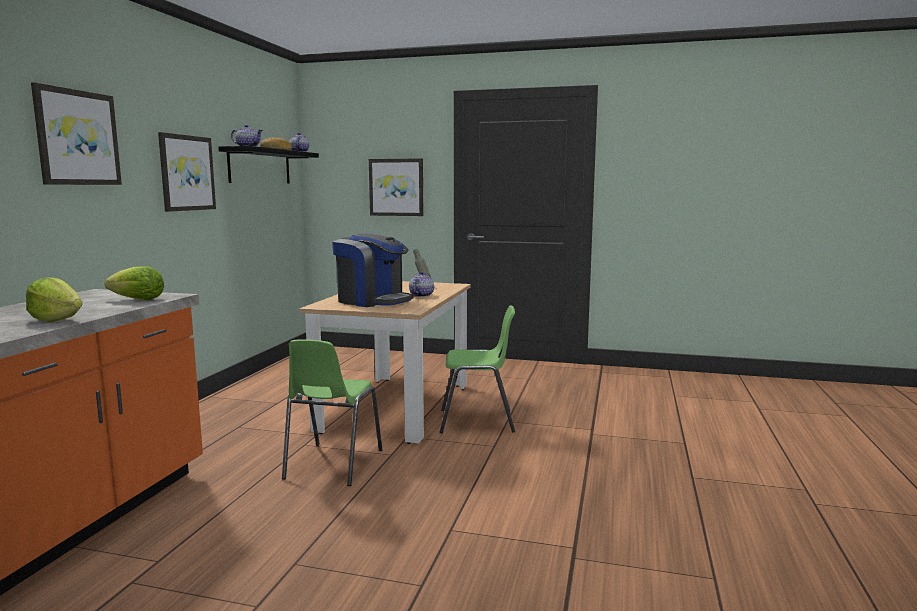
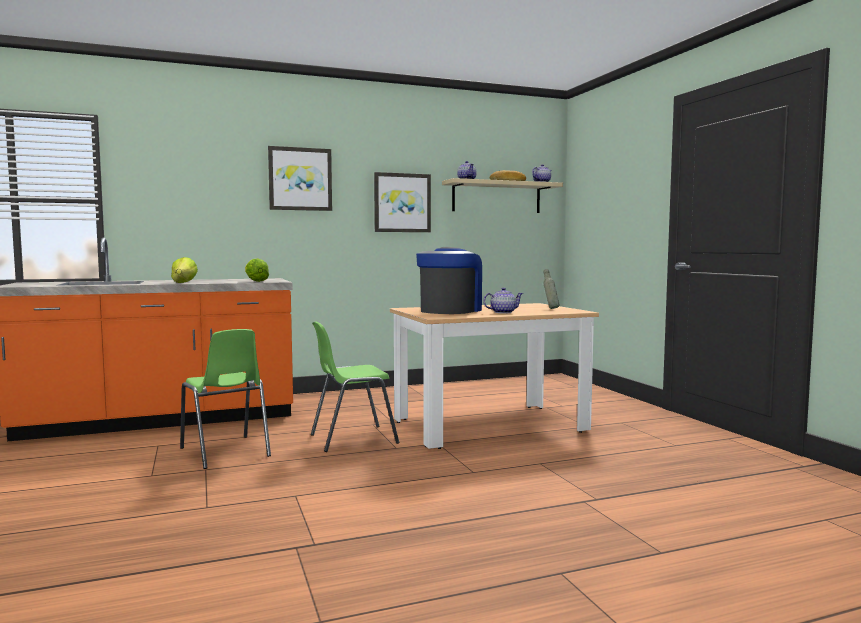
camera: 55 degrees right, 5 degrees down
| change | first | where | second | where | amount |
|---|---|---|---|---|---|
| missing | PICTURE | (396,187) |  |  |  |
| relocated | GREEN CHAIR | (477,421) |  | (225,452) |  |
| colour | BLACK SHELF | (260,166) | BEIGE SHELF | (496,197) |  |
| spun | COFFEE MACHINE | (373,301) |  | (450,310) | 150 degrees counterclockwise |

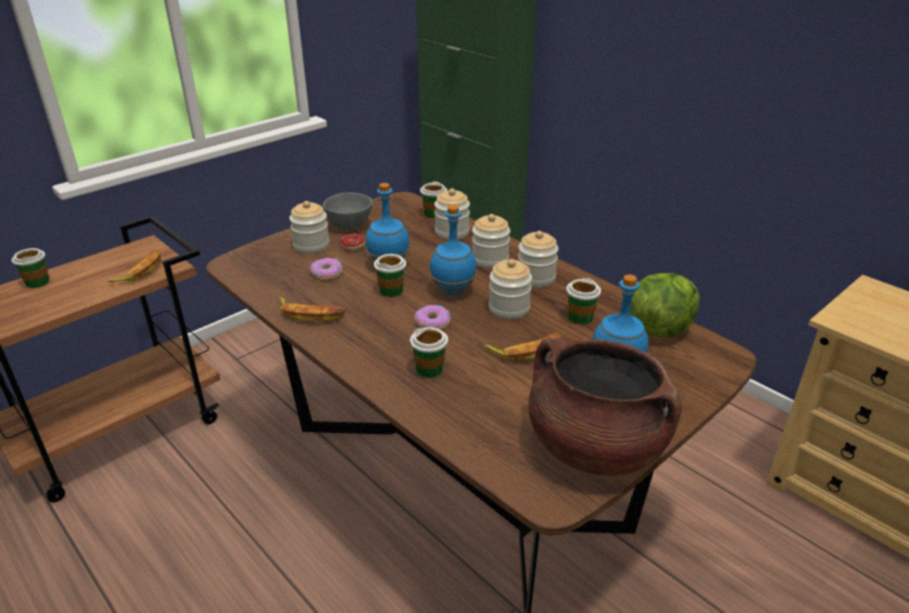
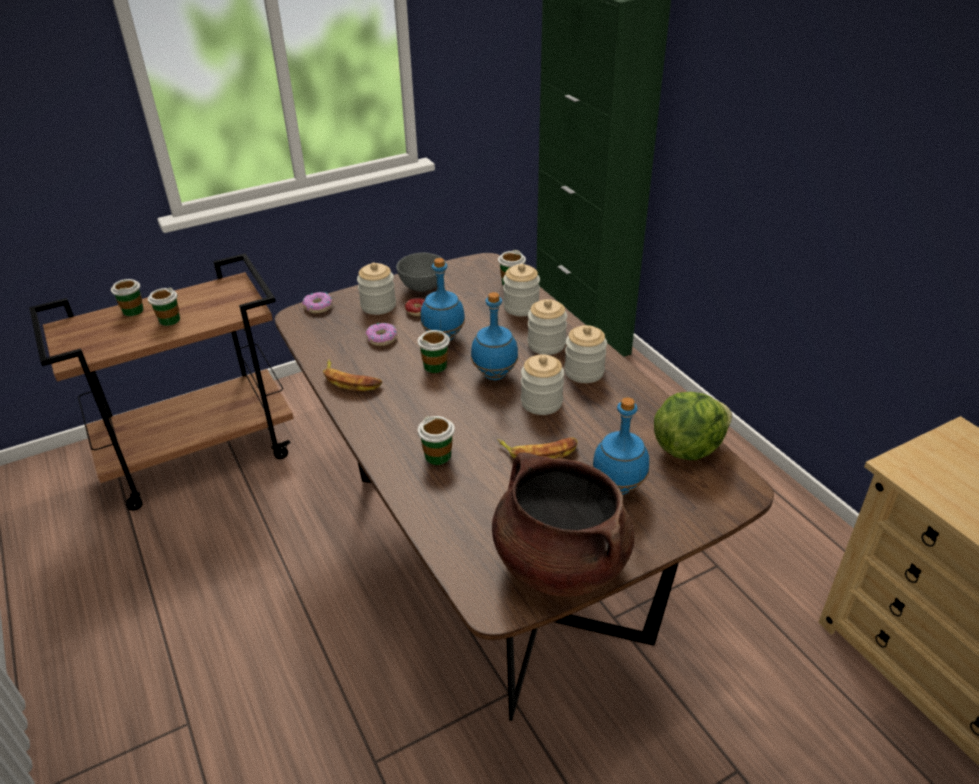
camera: 15 degrees right, 5 degrees up
| change | first | where | second | where | amount |
|---|---|---|---|---|---|
| missing | BANANA | (140,271) |  |  |  |
| relocated | DONUT | (432,322) |  | (318,307) |  |
| relocated | CUP | (580,317) |  | (169,320) |  |

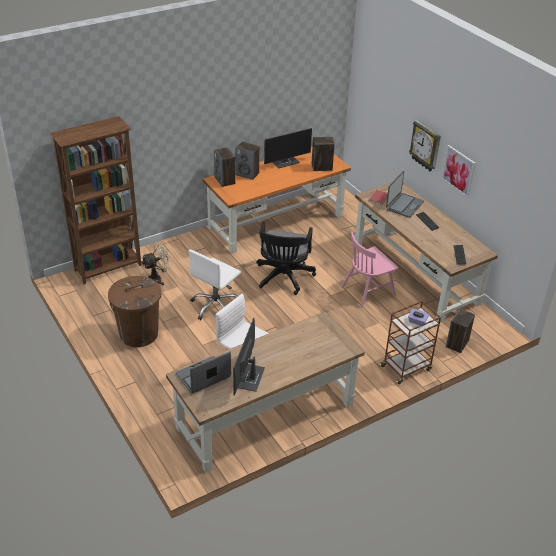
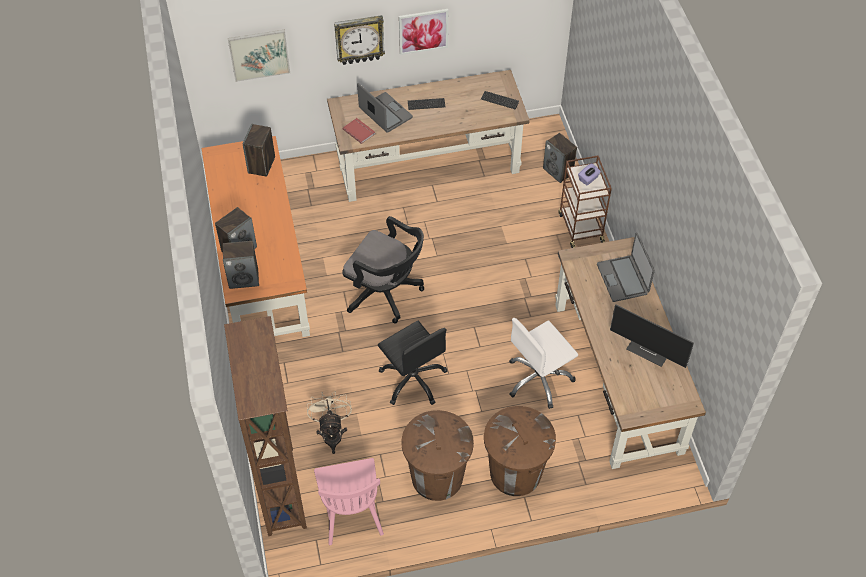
camera: 70 degrees left, 15 degrees up
| change | first | where | second | where | amount |
|---|---|---|---|---|---|
| missing | MONITOR | (285,162) |  |  |  |
| appeared |  |  | PICTURE | (259,54) |  |
| appeared |  |  | BROWN TRASH CAN | (515,473) |  |
| relocated | LAPTOP | (203,376) |  | (623,279) |  |
| relocated | PINK CHAIR | (368,290) |  | (351,512) |  |
| colour | WHITE OFFICE CHAIR | (216,306) | BLACK OFFICE CHAIR | (413,379) |  |

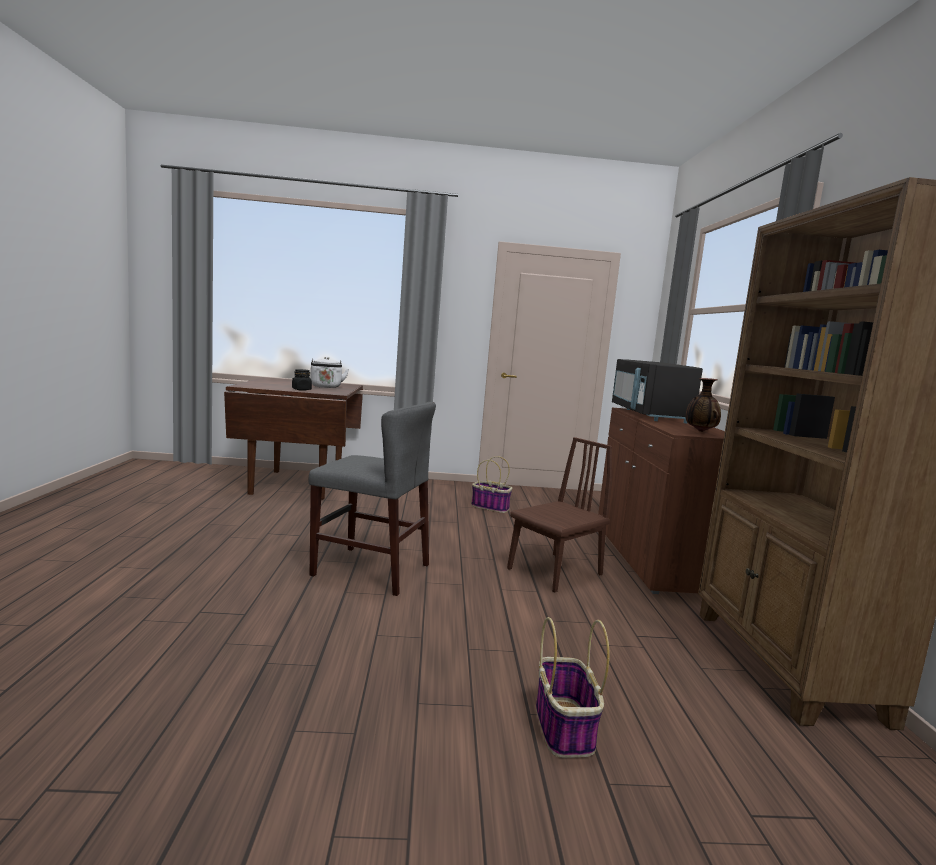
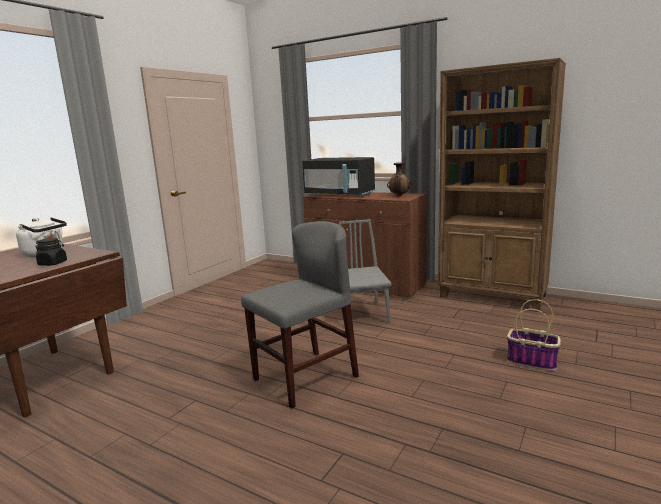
camera: 55 degrees left, 5 degrees up
| change | first | where | second | where | amount |
|---|---|---|---|---|---|
| missing | BASKET | (491,507) |  |  |  |
| colour | BROWN CHAIR | (554,571) | GREY CHAIR | (362,315) |  |

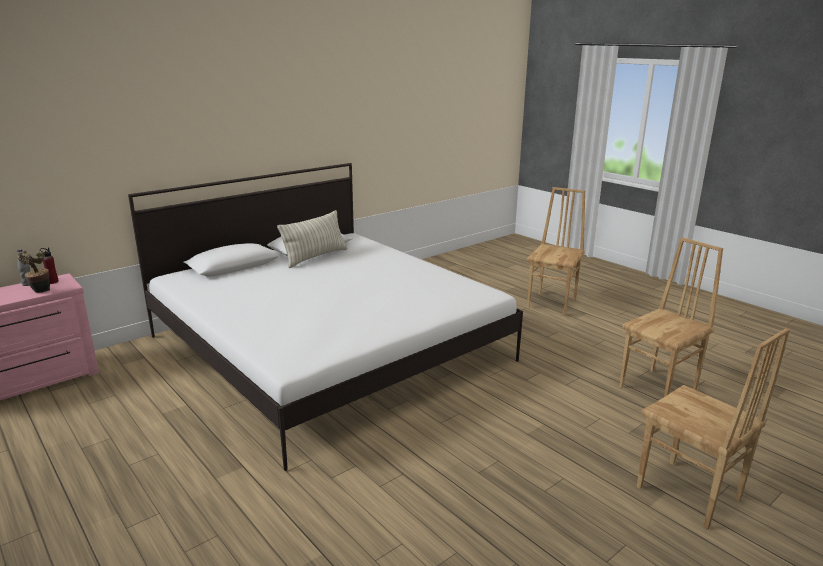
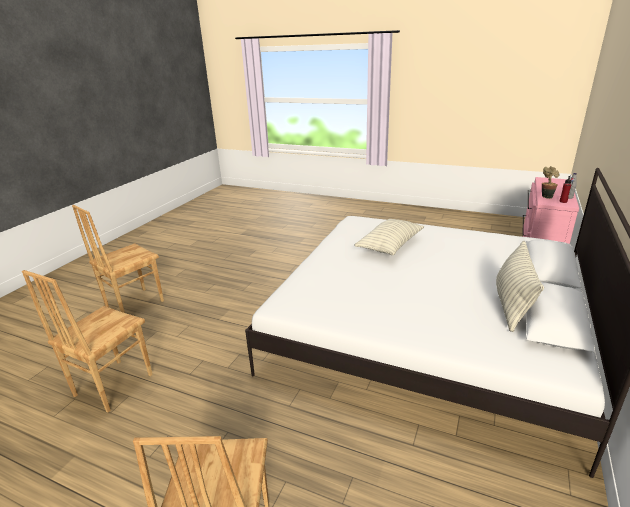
camera: 155 degrees right, 5 degrees up
| change | first | where | second | where | amount |
|---|---|---|---|---|---|
| appeared |  |  | PILLOW | (390,245) |  |
| spun | BROWN CHAIR | (688,494) |  | (134,304) | 75 degrees counterclockwise |

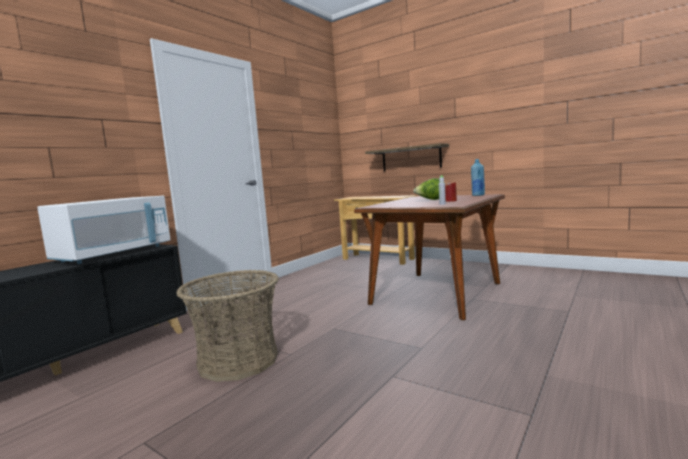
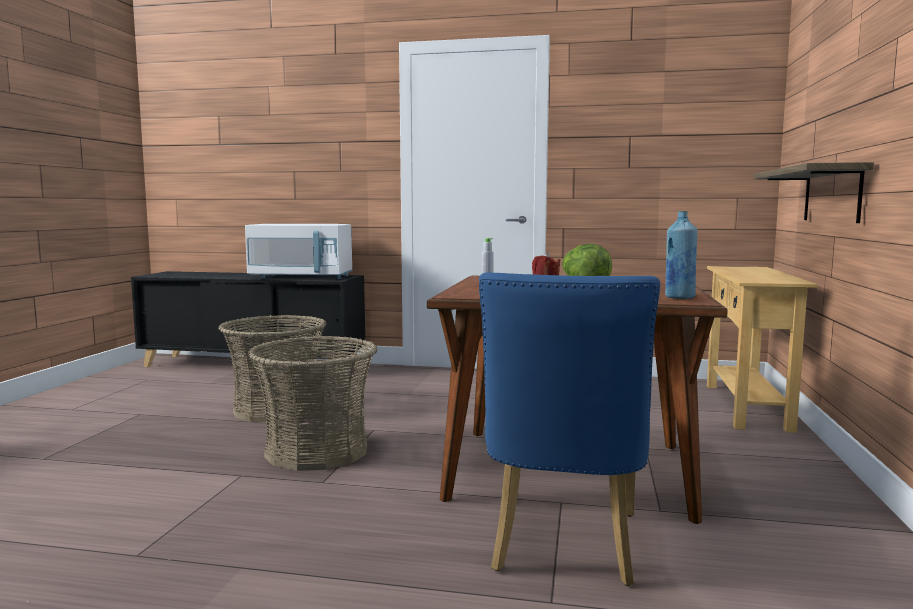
camera: 65 degrees right, 0 degrees up
| change | first | where | second | where | amount |
|---|---|---|---|---|---|
| appeared |  |  | BASKET | (316,451) |  |
| appeared |  |  | BLUE CHAIR | (563,548) |  |

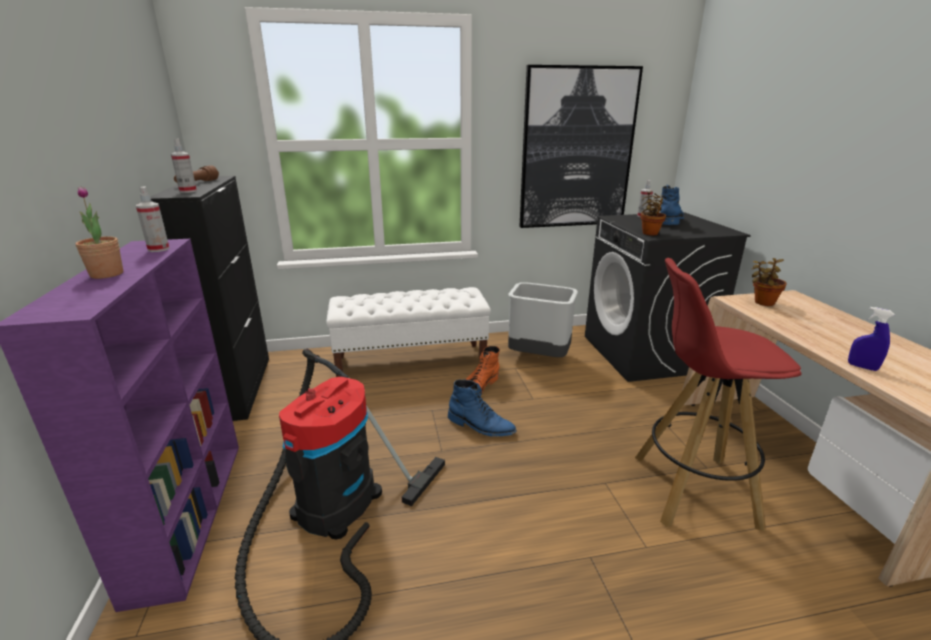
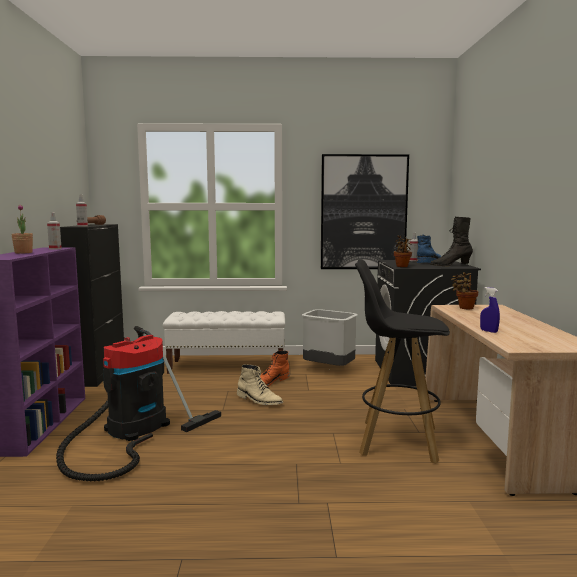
camera: 10 degrees right, 15 degrees down
| change | first | where | second | where | amount |
|---|---|---|---|---|---|
| appeared |  |  | BLACK BOOT | (450,265) |  |
| colour | BLUE BOOT | (481,426) | BEIGE BOOT | (259,400) |  |
| colour | RED STOOL | (691,490) | BLACK STOOL | (396,441) |  |

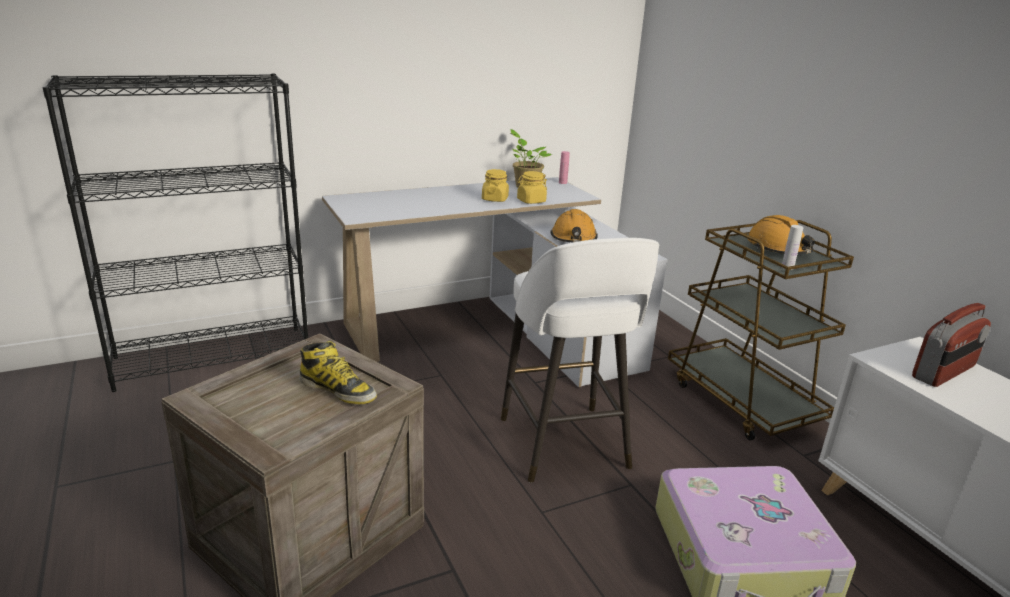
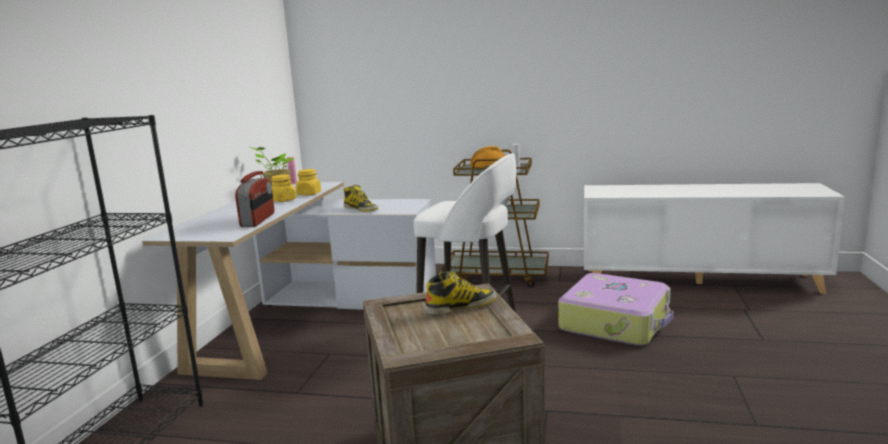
camera: 50 degrees left, 10 degrees down
| change | first | where | second | where | amount |
|---|---|---|---|---|---|
| relocated | RADIO | (944,372) |  | (258,220) |  |
| exchanged | ORANGE HARD HAT | (573,239) | BOOT | (361,209) |  |

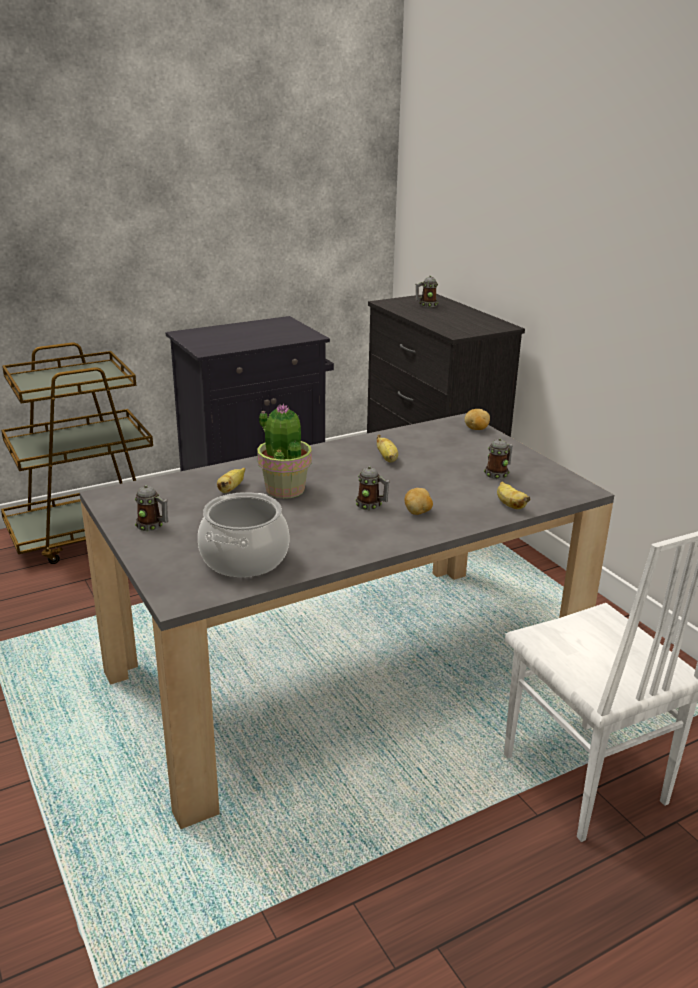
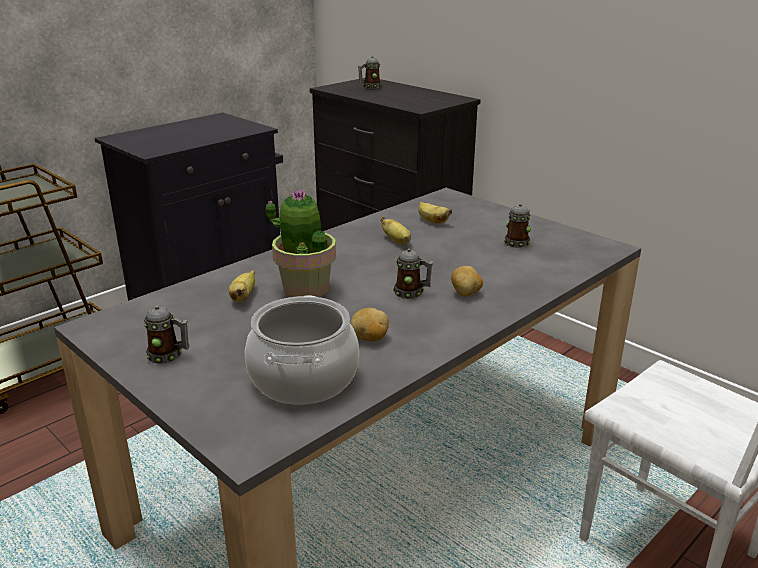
camera: 15 degrees left, 0 degrees up
| change | first | where | second | where | amount |
|---|---|---|---|---|---|
| relocated | POTATO | (476,429) |  | (369,338) |  |
| relocated | BANANA | (509,505) |  | (432,221) |  |

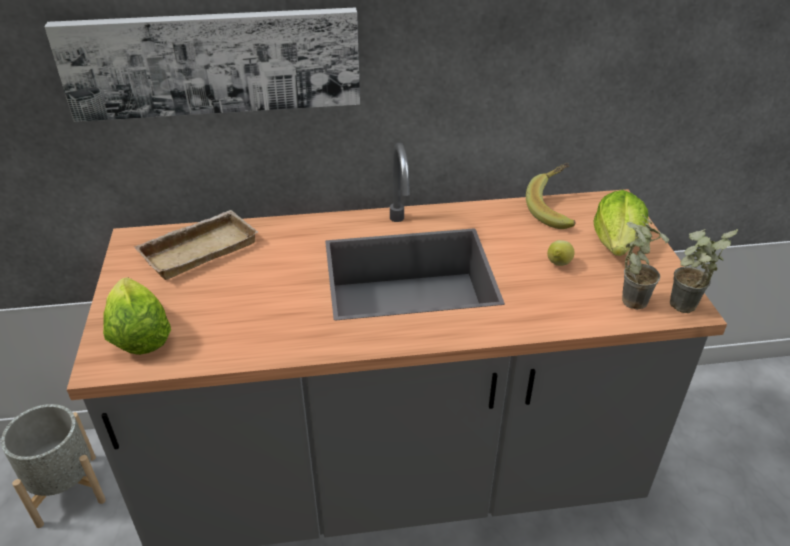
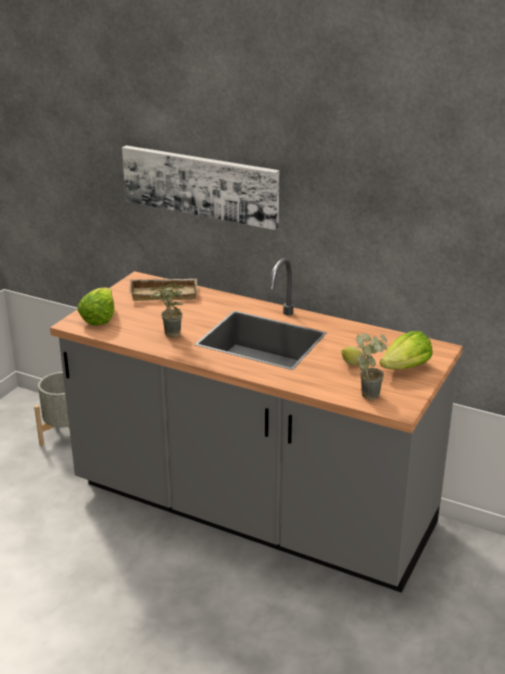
camera: 35 degrees right, 10 degrees down
| change | first | where | second | where | amount |
|---|---|---|---|---|---|
| missing | BANANA | (556,210) |  |  |  |
| relocated | POTTED PLANT | (683,311) |  | (168,335) |  |

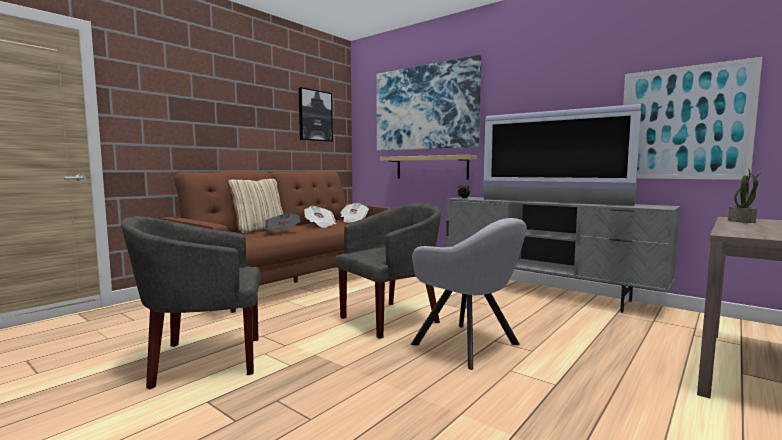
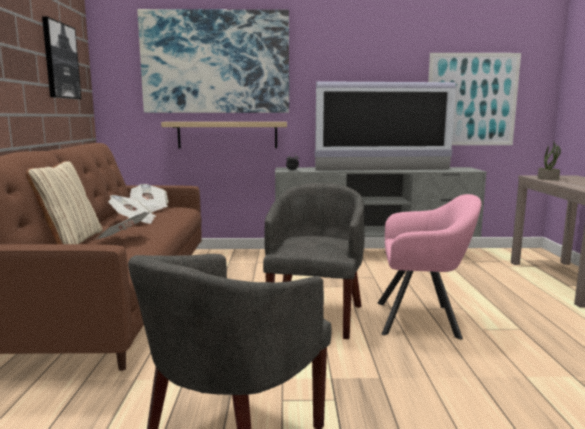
camera: 40 degrees left, 5 degrees up
| change | first | where | second | where | amount |
|---|---|---|---|---|---|
| colour | GREY ARMCHAIR | (470,346) | PINK ARMCHAIR | (423,319) |  |

